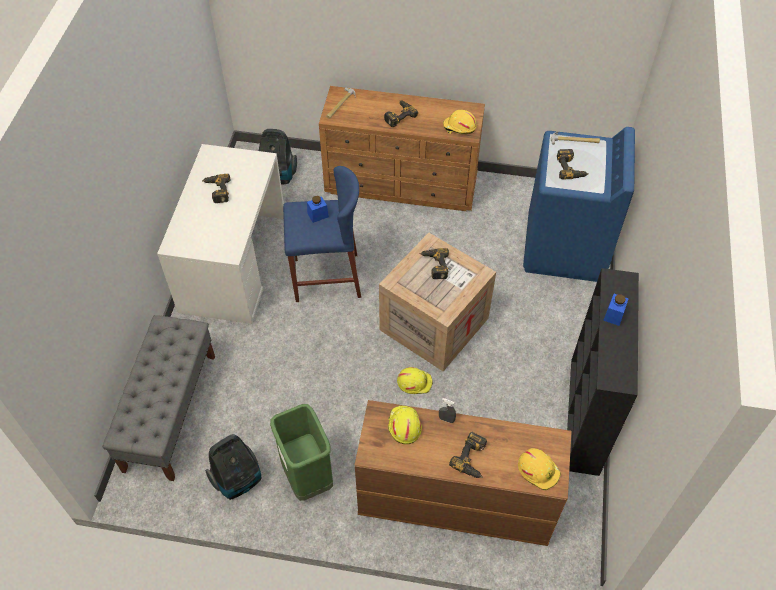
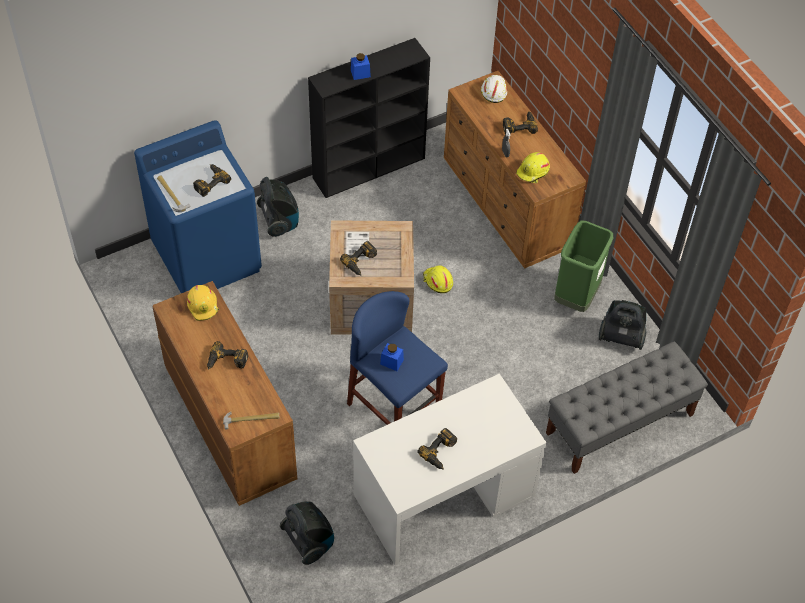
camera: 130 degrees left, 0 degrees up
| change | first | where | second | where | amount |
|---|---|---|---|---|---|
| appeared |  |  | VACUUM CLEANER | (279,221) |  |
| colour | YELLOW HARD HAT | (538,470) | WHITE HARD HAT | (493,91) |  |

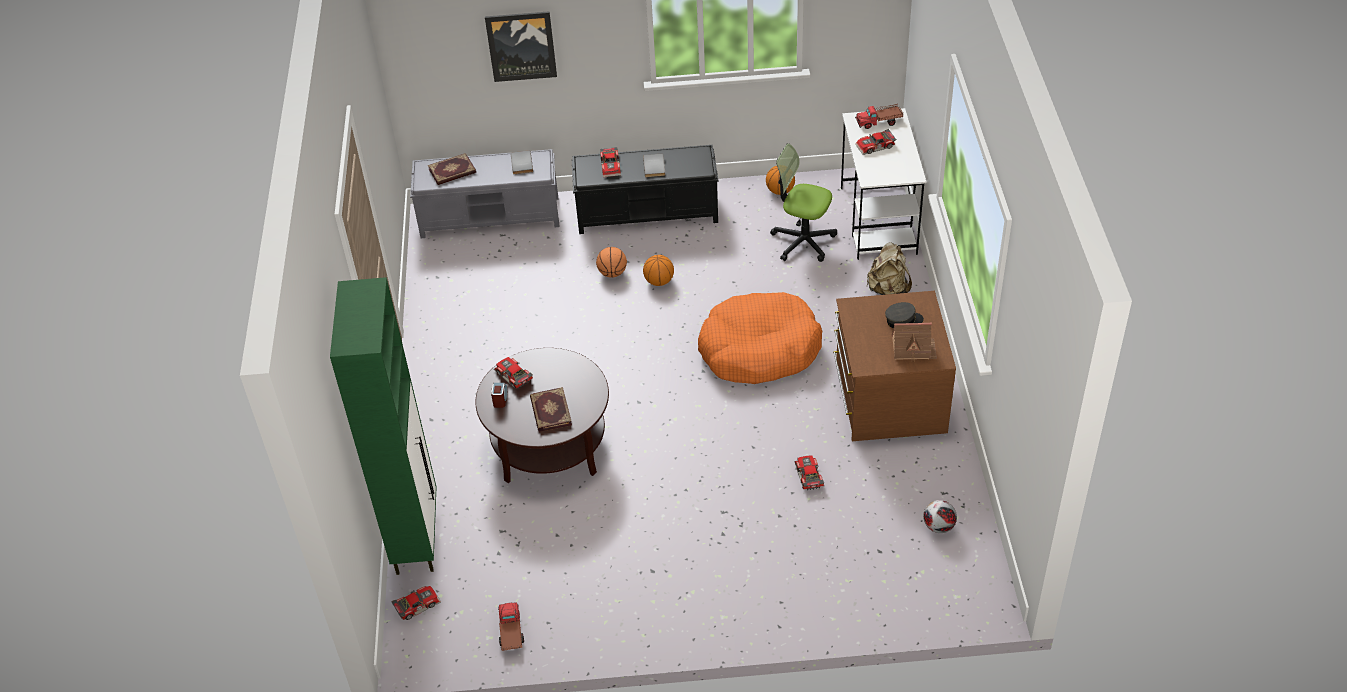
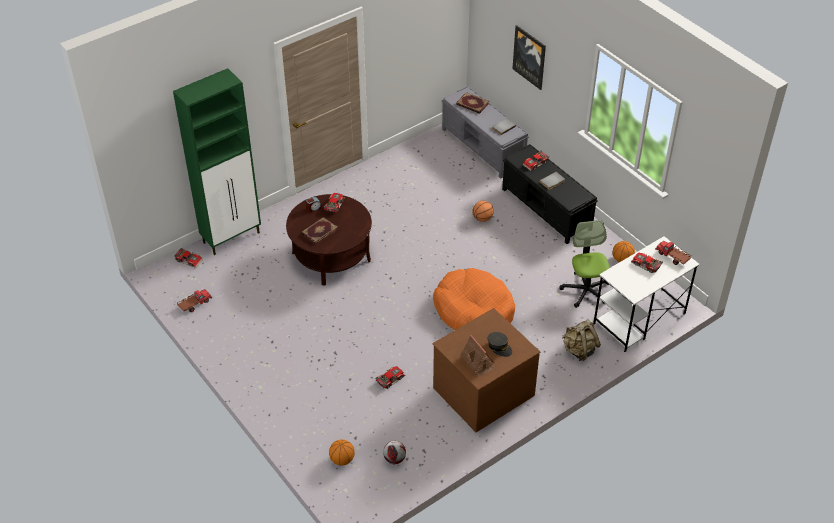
camera: 55 degrees right, 0 degrees up
| change | first | where | second | where | amount |
|---|---|---|---|---|---|
| relocated | BASKETBALL | (659,281) |  | (342,459) |  |

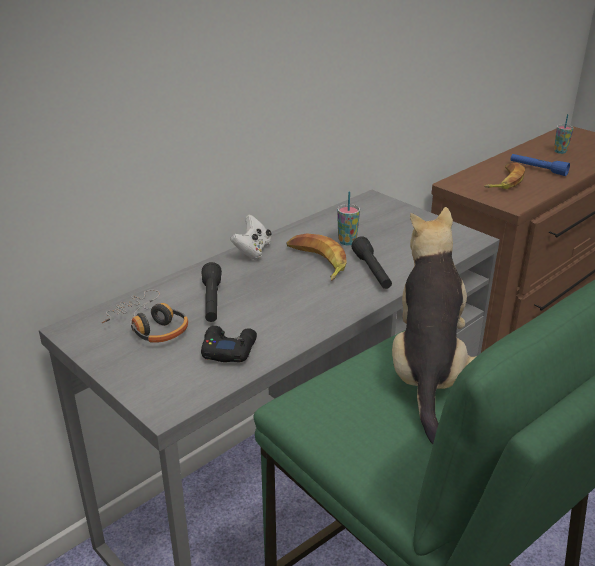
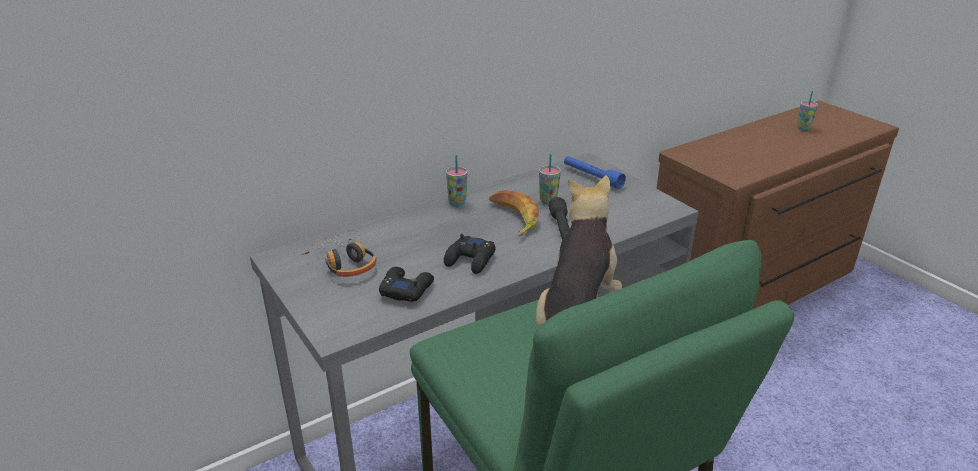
camera: 10 degrees right, 0 degrees up
| change | first | where | second | where | amount |
|---|---|---|---|---|---|
| missing | BLACK FLASHLIGHT | (212,301) |  |  |  |
| missing | BANANA | (504,181) |  |  |  |
| appeared |  |  | BLACK GAME CONTROLLER | (470,260) |  |
| relocated | BLUE FLASHLIGHT | (538,169) |  | (592,177) |  |
| exchanged | WHITE GAME CONTROLLER | (252,251) | CUP | (457,202) |  |

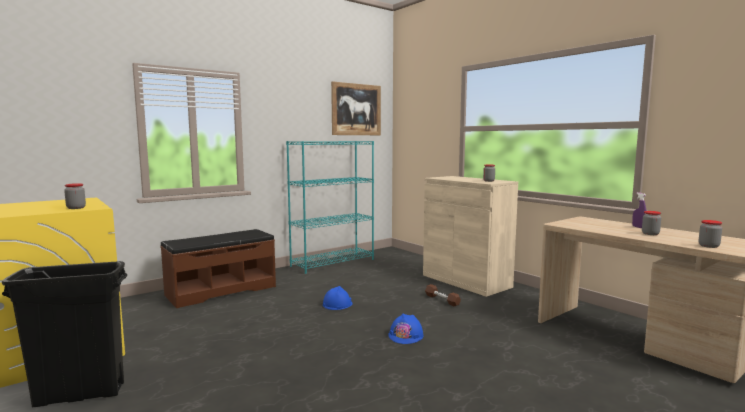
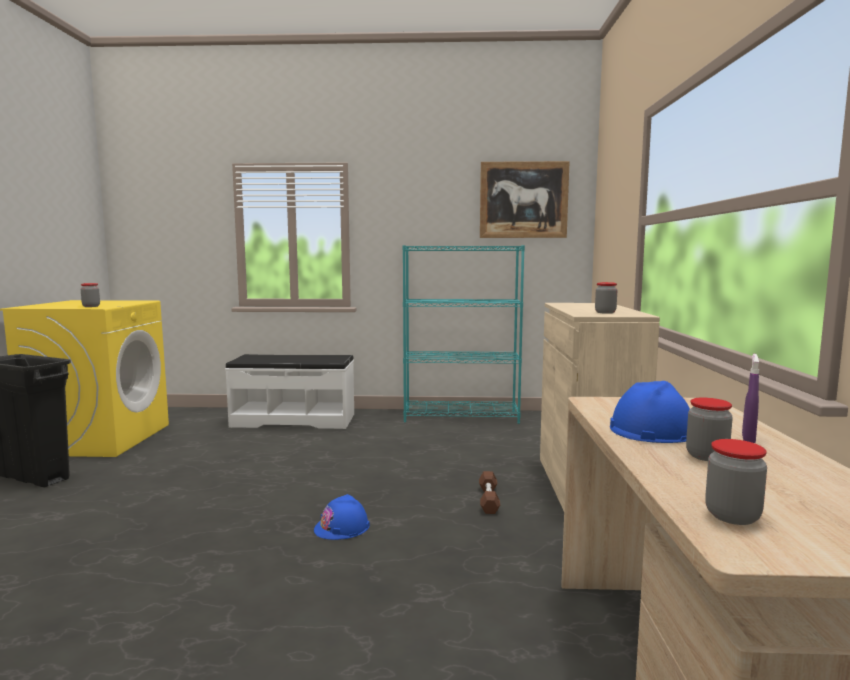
camera: 40 degrees right, 0 degrees up
| change | first | where | second | where | amount |
|---|---|---|---|---|---|
| relocated | BLUE HARD HAT | (337,304) |  | (653,430) |  |
| colour | BROWN BENCH | (221,290) | WHITE BENCH | (294,420) |  |

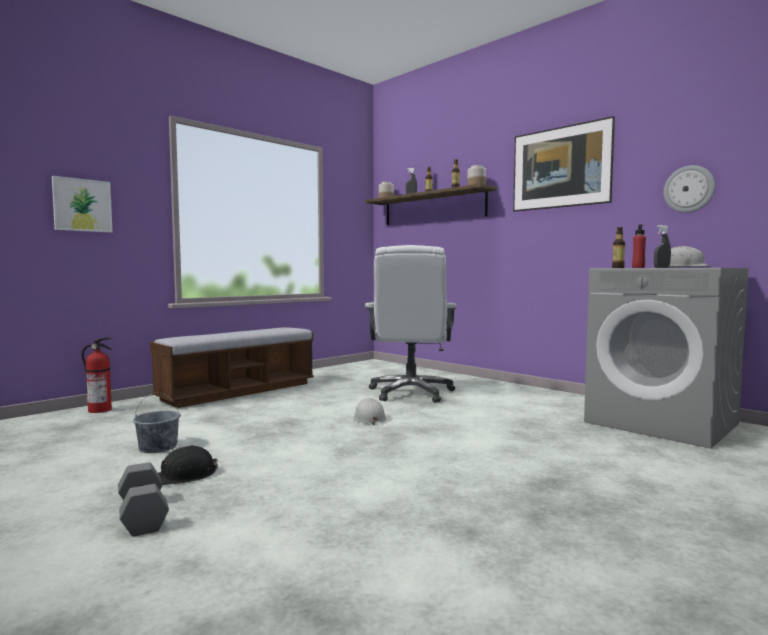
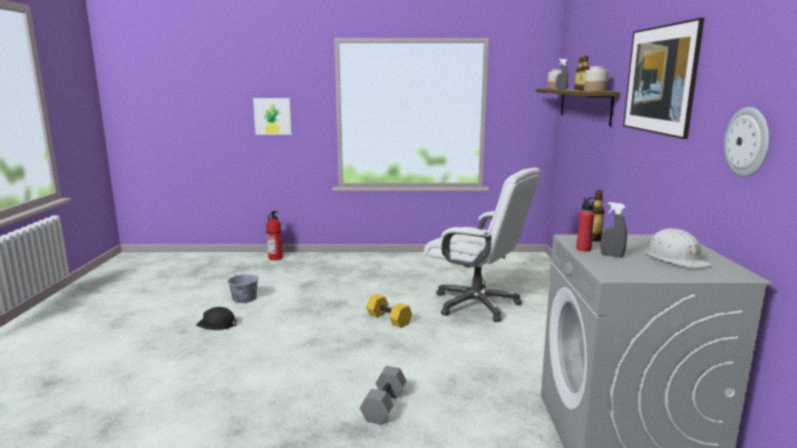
camera: 45 degrees right, 10 degrees up
| change | first | where | second | where | amount |
|---|---|---|---|---|---|
| missing | BENCH | (239,391) |  |  |  |
| relocated | GREY DUMBBELL | (144,515) |  | (384,406) |  |
| exchanged | WHITE HARD HAT | (369,418) | YELLOW DUMBBELL | (388,319) |  |
| spun | WHITE OFFICE CHAIR | (411,393) |  | (477,304) | 105 degrees counterclockwise |

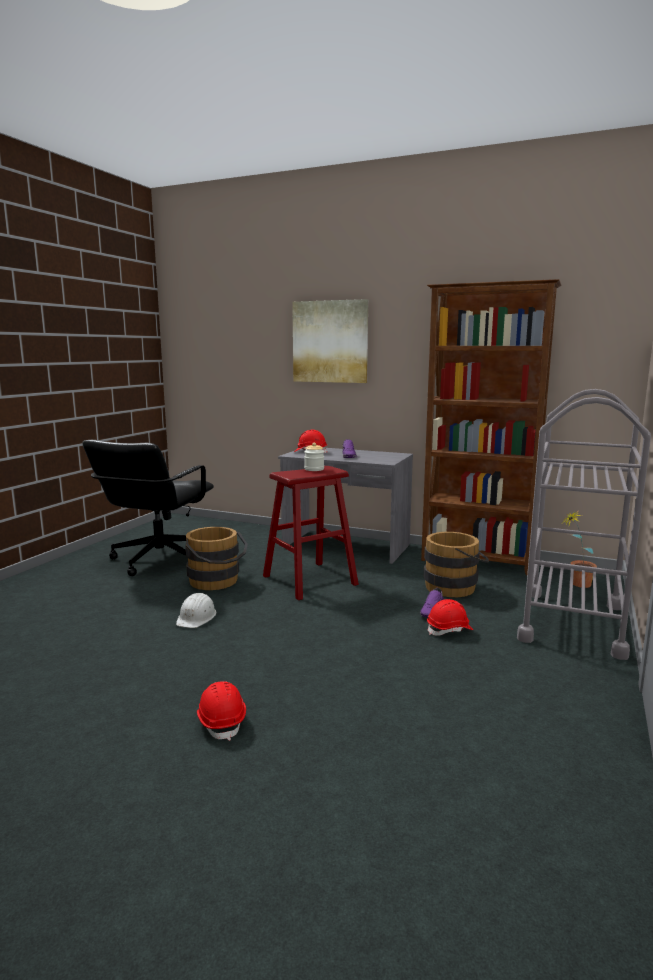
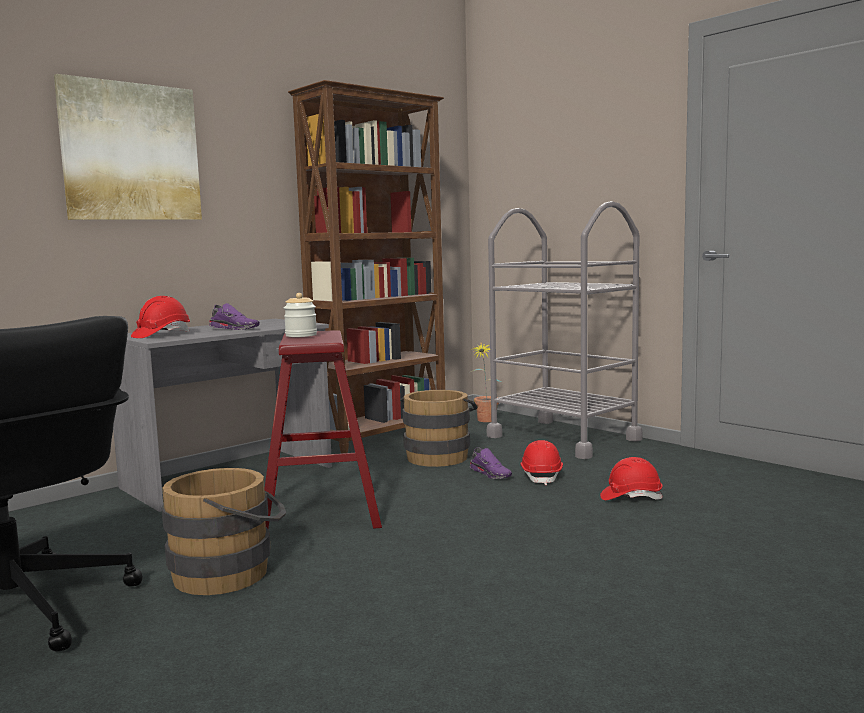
camera: 65 degrees left, 5 degrees down
| change | first | where | second | where | amount |
|---|---|---|---|---|---|
| missing | WHITE HARD HAT | (197,617) |  |  |  |
| relocated | RED HARD HAT | (222,721) |  | (630,497) |  |

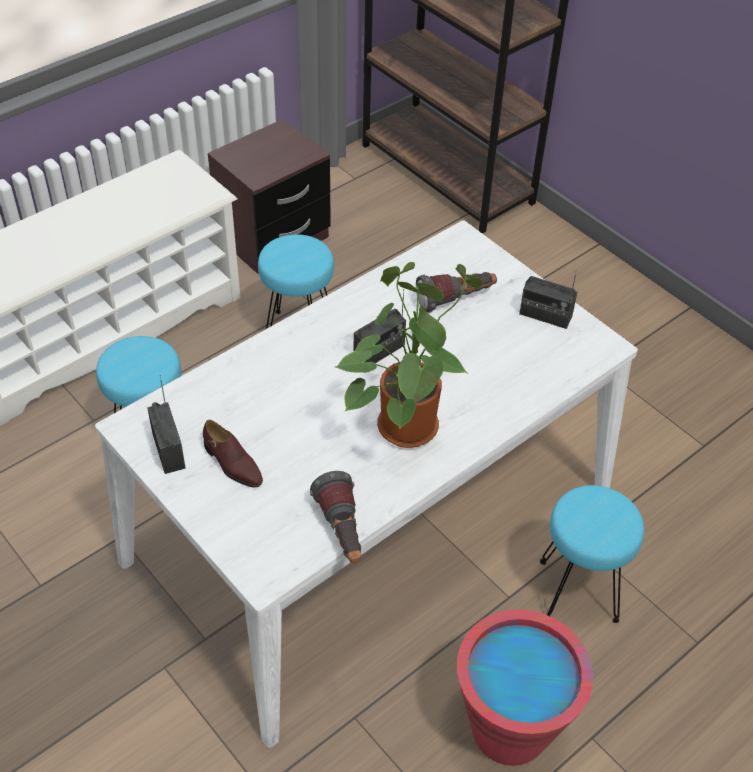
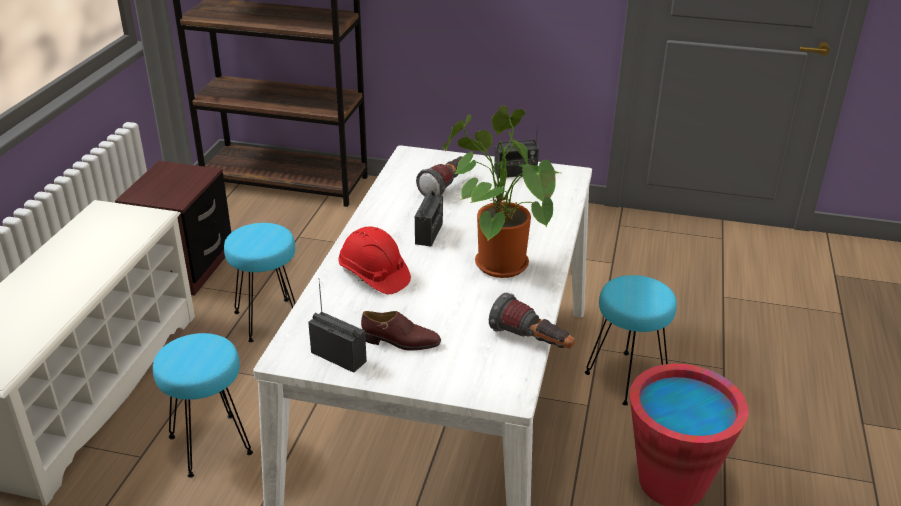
camera: 35 degrees left, 15 degrees down
| change | first | where | second | where | amount |
|---|---|---|---|---|---|
| appeared |  |  | RED HARD HAT | (374,276) |  |

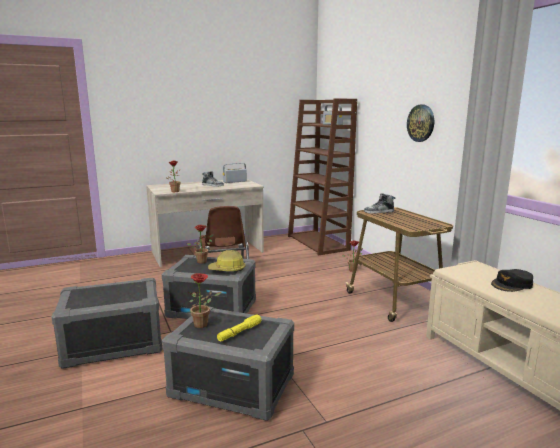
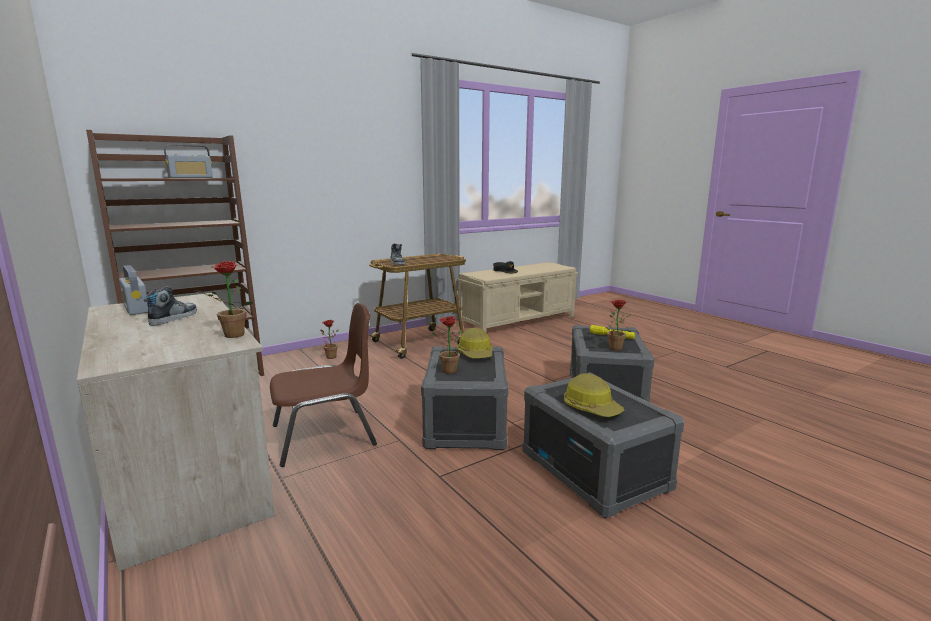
camera: 100 degrees left, 0 degrees up
| change | first | where | second | where | amount |
|---|---|---|---|---|---|
| missing | WALL CLOCK | (421,123) |  |  |  |
| appeared |  |  | HARD HAT | (591,408) |  |

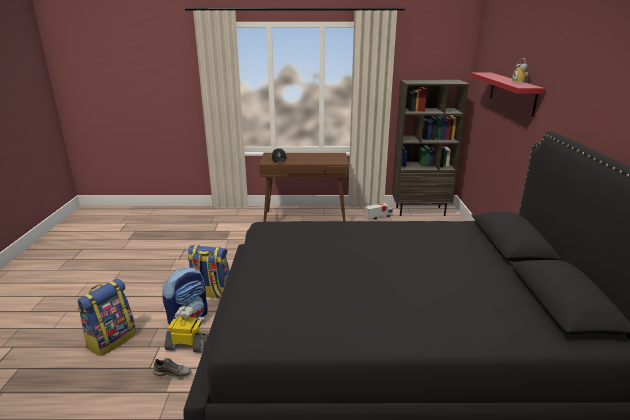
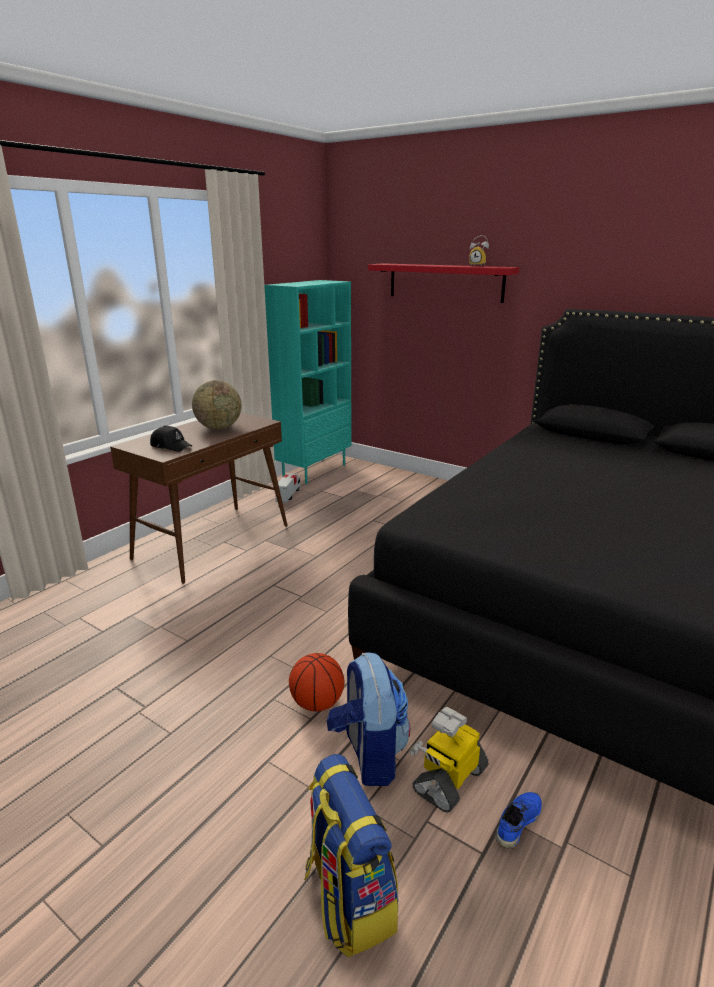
camera: 55 degrees left, 0 degrees up
| change | first | where | second | where | amount |
|---|---|---|---|---|---|
| appeared |  |  | GLOBE | (219,428) |  |
| exchanged | BACKPACK | (211,293) | BASKETBALL | (317,703) |  |
| colour | GREY SHOE | (173,373) | BLUE SHOE | (517,822) |  |
| colour | BROWN BOOKCASE | (420,211) | TURQUOISE BOOKCASE | (314,470) |  |

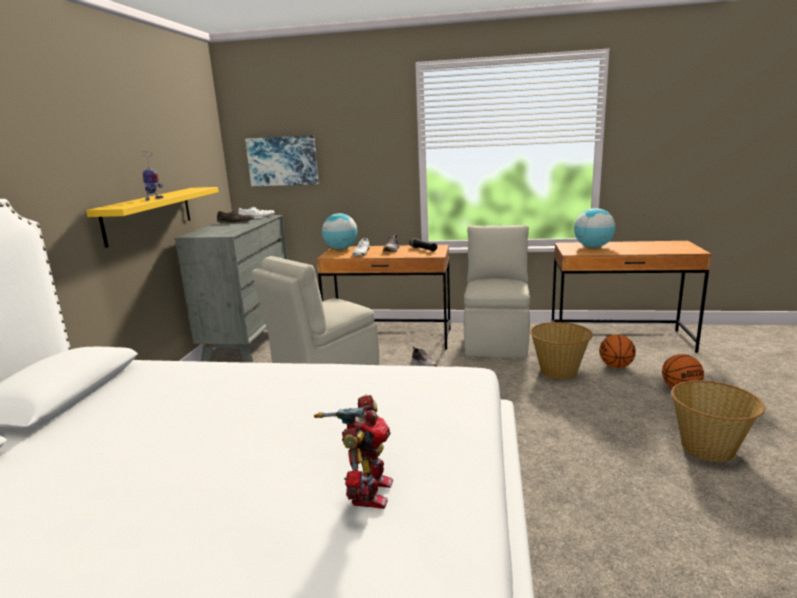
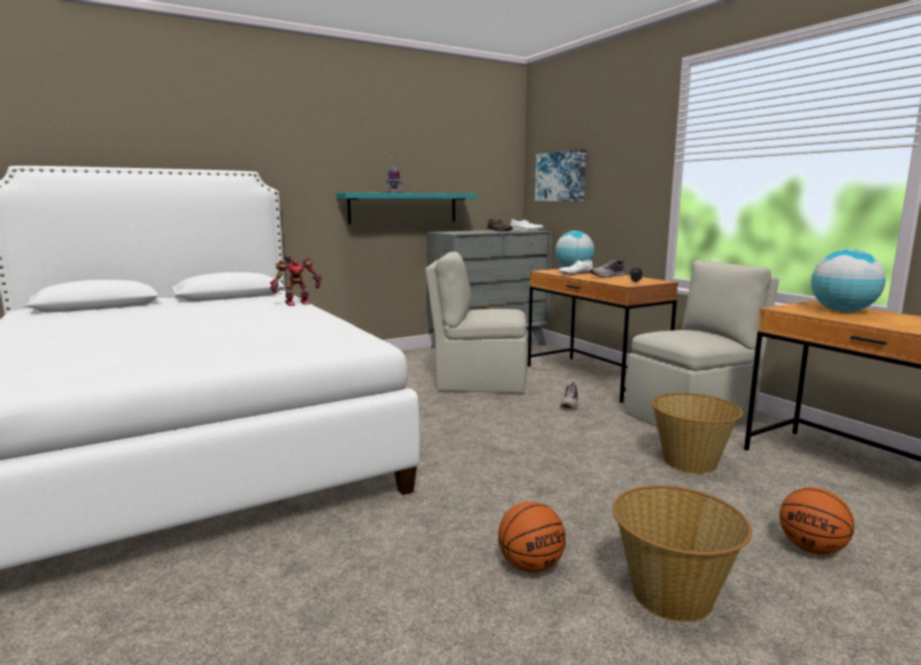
camera: 50 degrees right, 5 degrees down
| change | first | where | second | where | amount |
|---|---|---|---|---|---|
| relocated | TOY ROBOT | (368,492) |  | (297,303) |  |
| relocated | BASKETBALL | (616,366) |  | (530,566) |  |
| colour | YELLOW SHELF | (149,214) | TURQUOISE SHELF | (403,208) |  |

